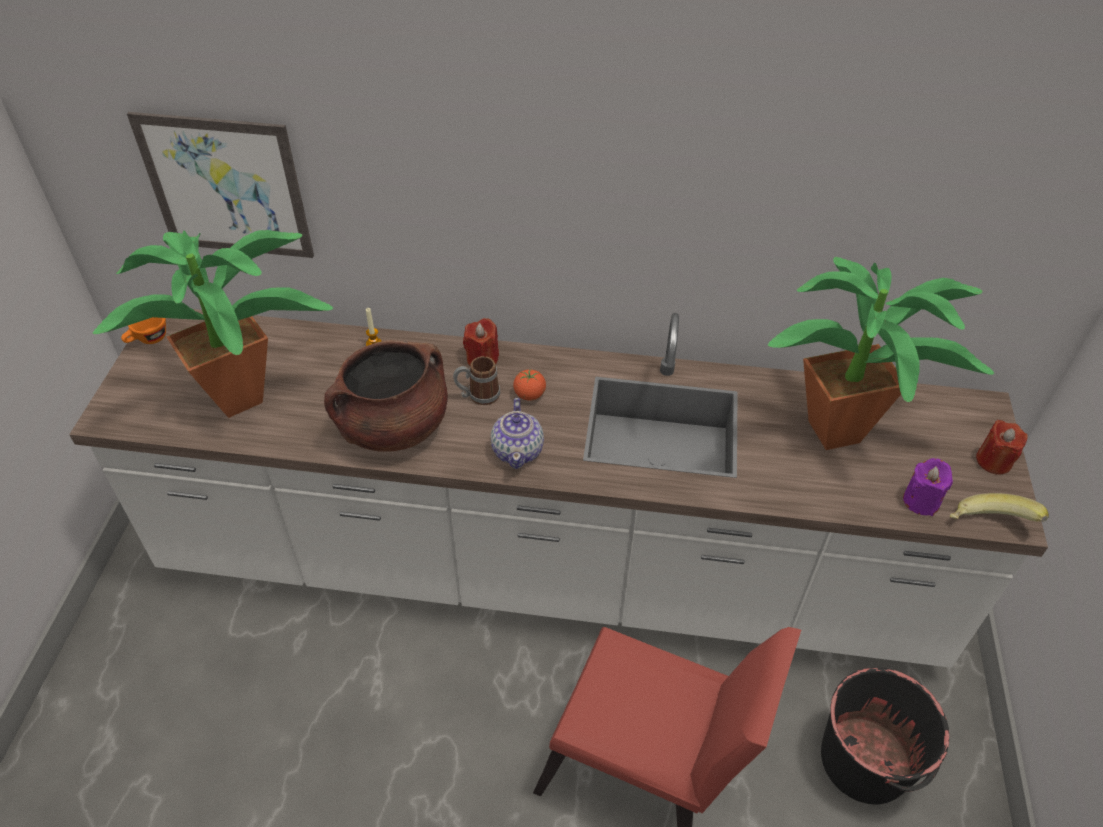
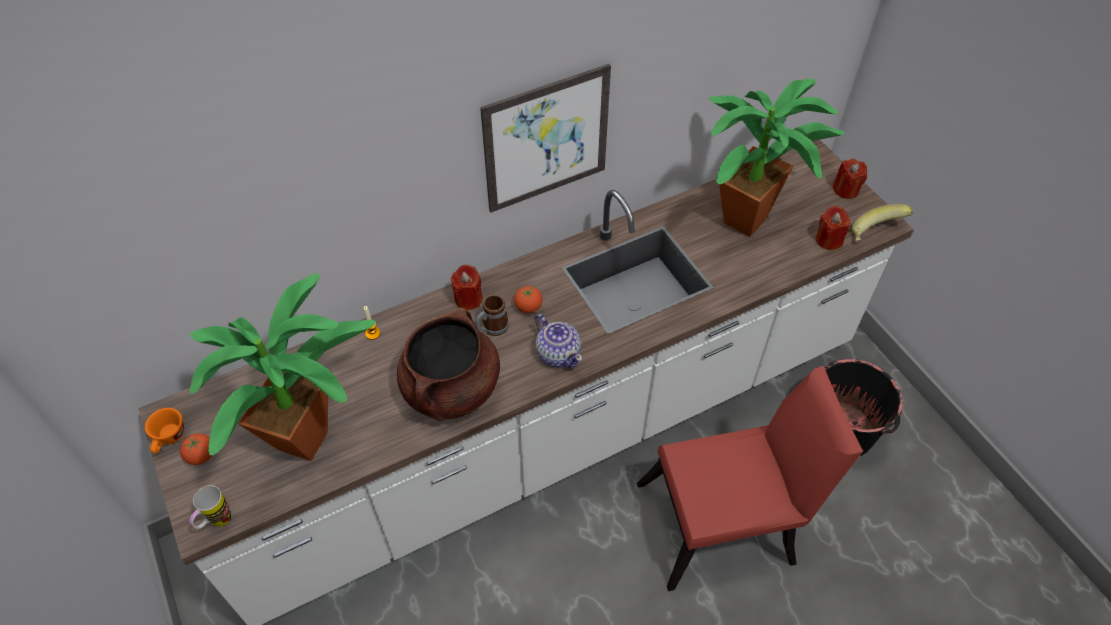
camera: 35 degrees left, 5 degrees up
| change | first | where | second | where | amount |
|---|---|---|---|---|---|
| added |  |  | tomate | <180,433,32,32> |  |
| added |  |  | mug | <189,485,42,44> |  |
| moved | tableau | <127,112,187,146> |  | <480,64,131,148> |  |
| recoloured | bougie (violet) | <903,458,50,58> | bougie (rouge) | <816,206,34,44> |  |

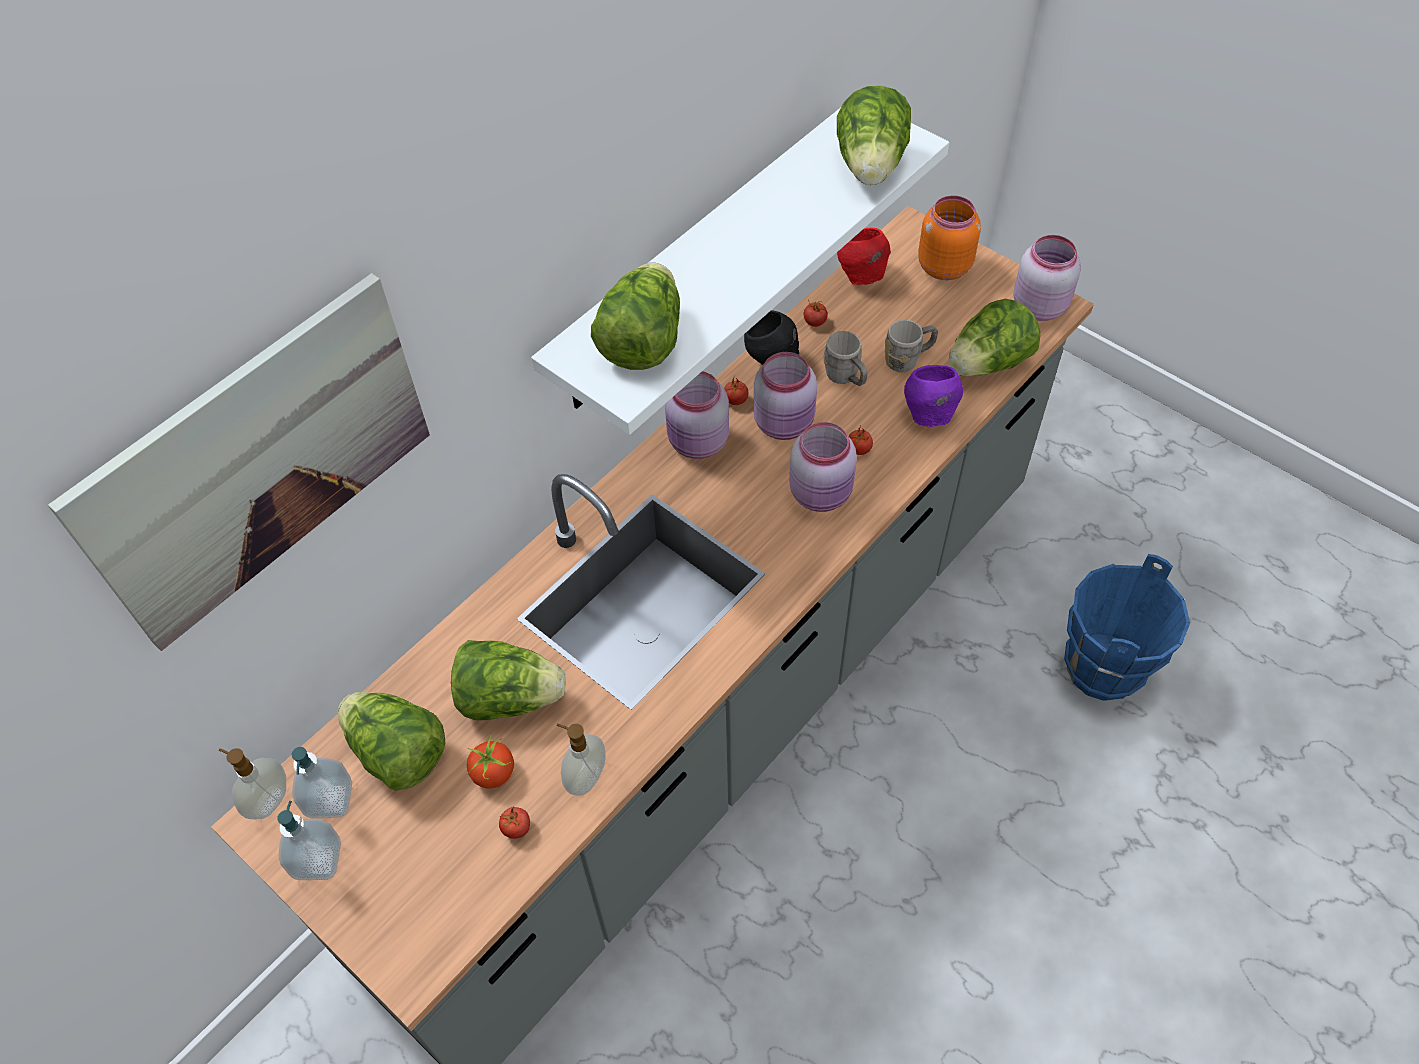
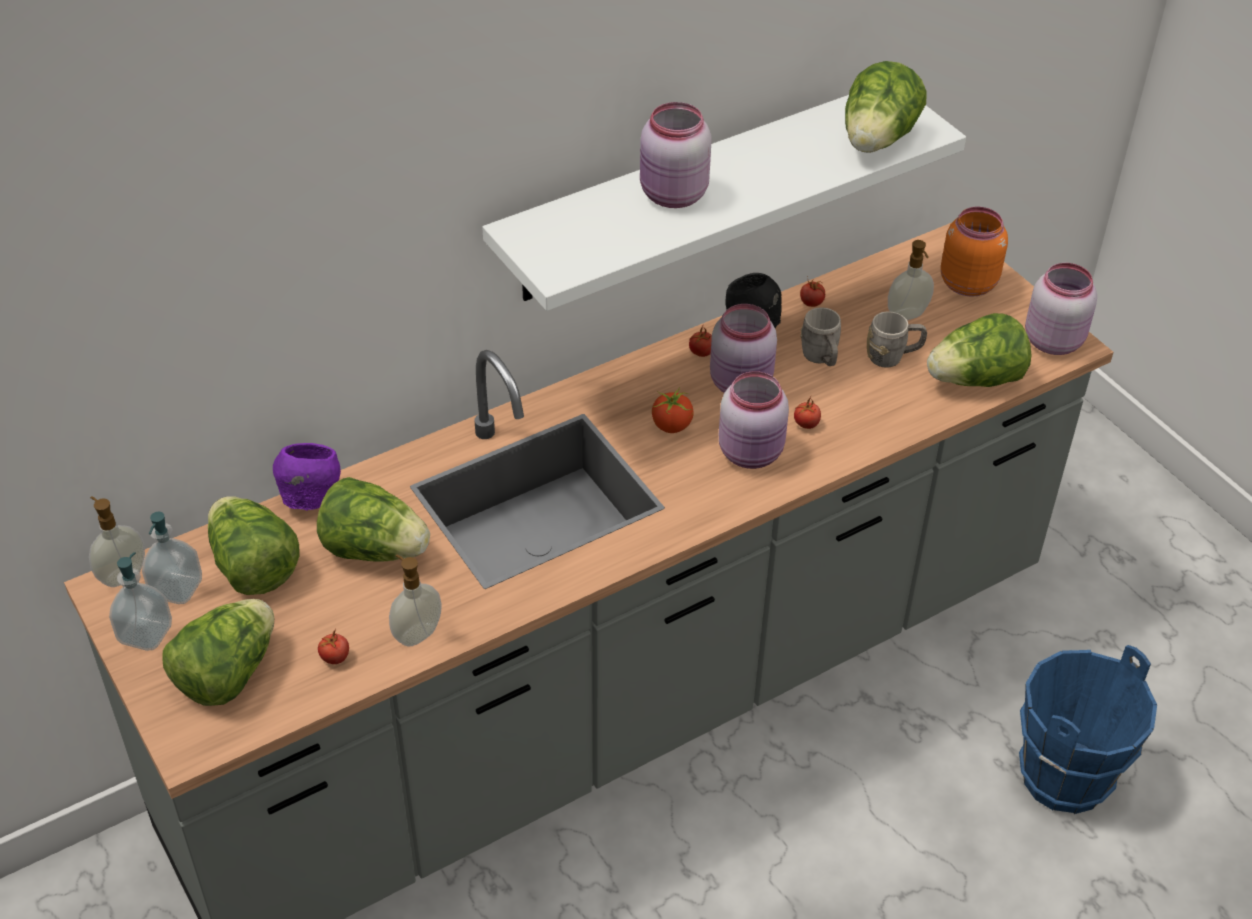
camera: 15 degrees right, 10 degrees down
| change | first | where | second | where | amount |
|---|---|---|---|---|---|
| moved | laitue | <591,263,89,107> |  | <163,599,111,107> |  |
| moved | bol (violet) | <904,365,59,62> |  | <273,443,68,68> |  |
| moved | bocal (rose) | <665,371,64,88> |  | <640,102,72,106> |  |
| moved | tomate | <467,735,47,54> |  | <652,387,42,46> |  |
| added |  |  | distributeur de savon | <888,240,46,80> |  |
| removed | tableau | <48,273,382,378> |  |  |  |
| removed | bol (rouge) | <837,228,54,57> |  |  |  |

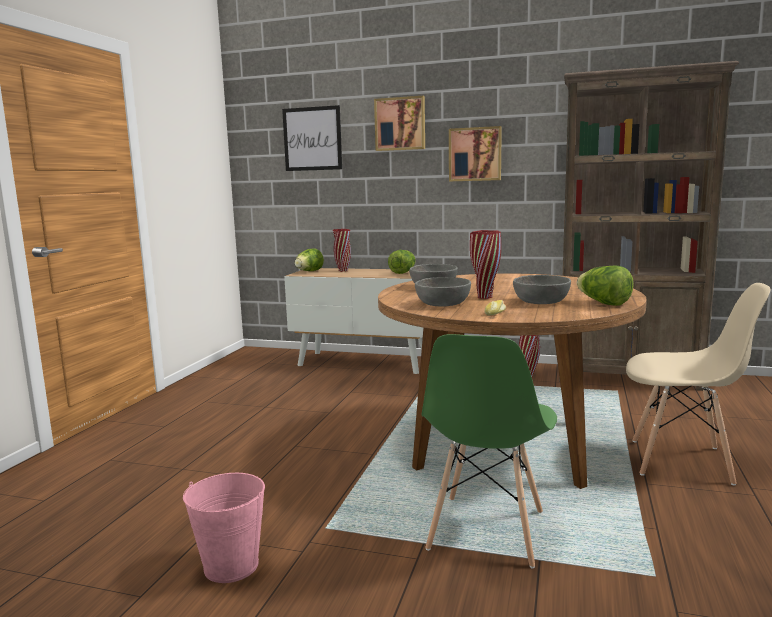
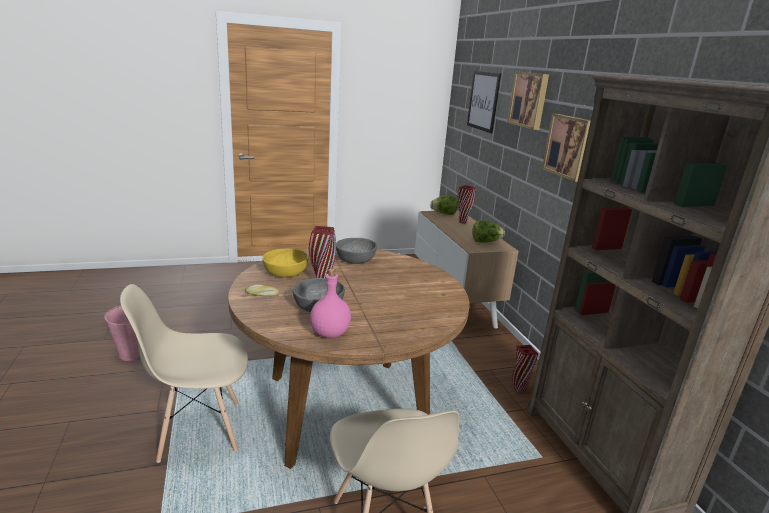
camera: 55 degrees right, 10 degrees up
| change | first | where | second | where | amount |
|---|---|---|---|---|---|
| recoloured | chaise (vert) | <422,334,135,234> | chaise (beige) | <120,284,128,179> |  |
| recoloured | bol (gris) | <415,277,56,29> | bol (jaune) | <262,249,47,29> |  |
| replaced | laitue | <577,265,57,41> | bouteille (rose) | <310,269,41,69> |  |

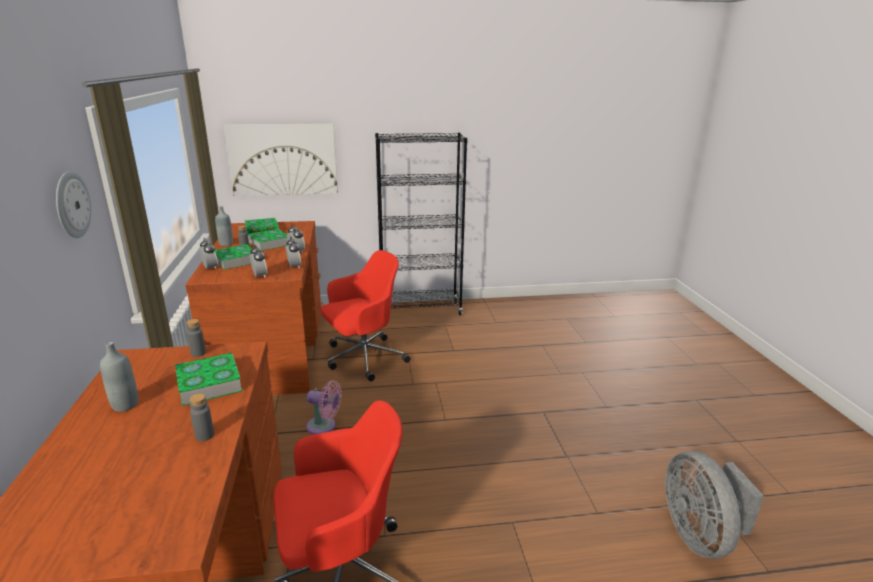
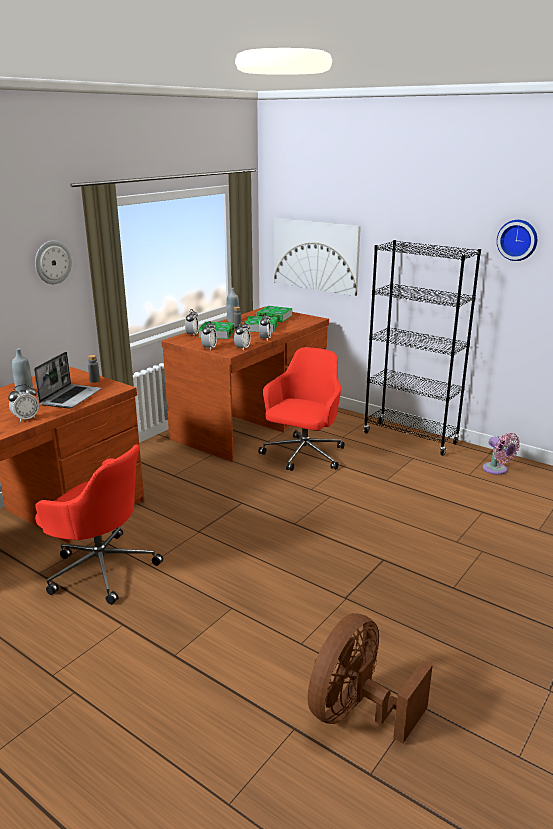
camera: 45 degrees right, 0 degrees up
| change | first | where | second | where | amount |
|---|---|---|---|---|---|
| replaced | bouteille (gris) | <189,393,25,48> | réveil | <8,384,31,38> |  |
| replaced | livre | <175,353,67,53> | ordinateur portable | <34,352,68,56> |  |
| turned | chaise de bureau (rouge) | <321,250,90,131> |  | <259,347,86,124> | 75 degrees counterclockwise |
| recoloured | ventilateur (gris) | <665,451,99,108> | ventilateur (marron) | <308,613,125,130> |  |
| moved | ventilateur (rose) | <306,380,36,55> |  | <483,433,37,42> |  |
| added |  |  | horloge murale | <497,220,40,41> |  |

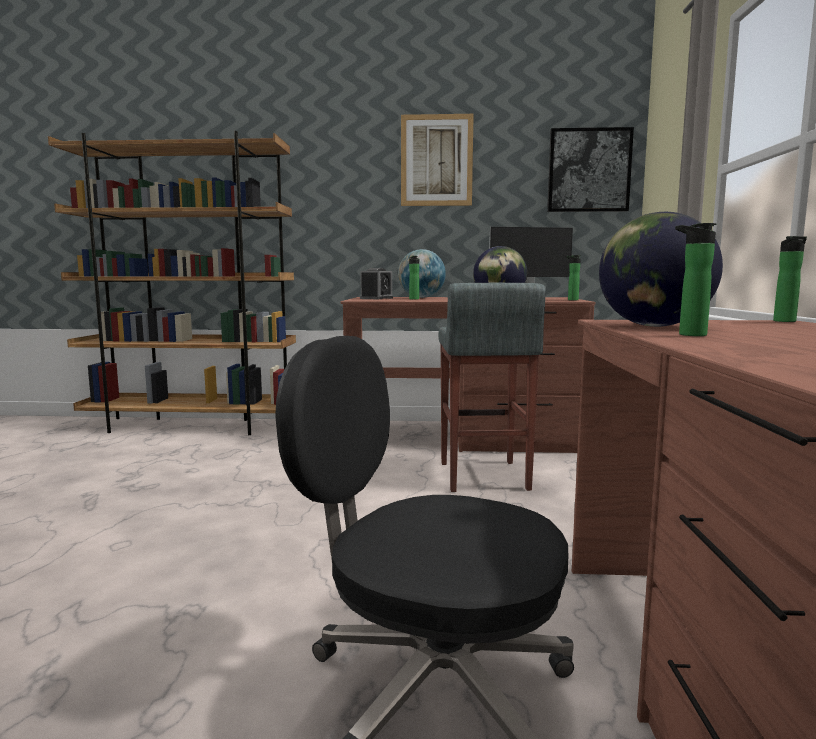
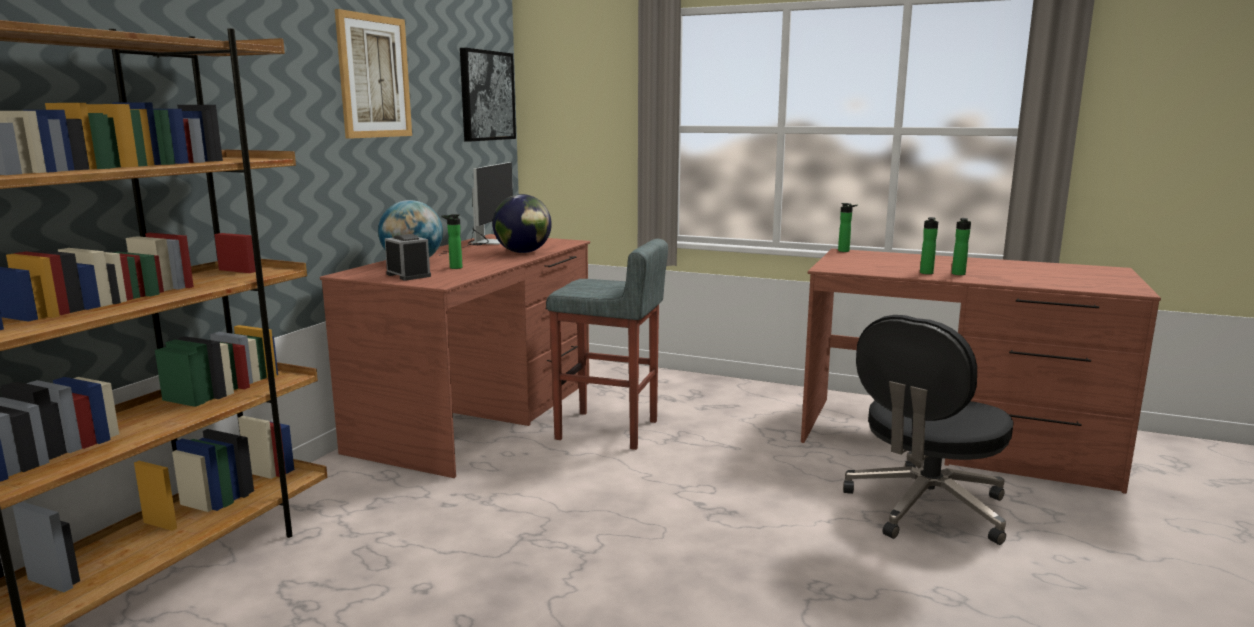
camera: 70 degrees left, 5 degrees up
| change | first | where | second | where | amount |
|---|---|---|---|---|---|
| moved | bouteille | <565,255,16,45> |  | <952,218,19,57> |  |
| removed | globe | <599,212,124,115> |  |  |  |

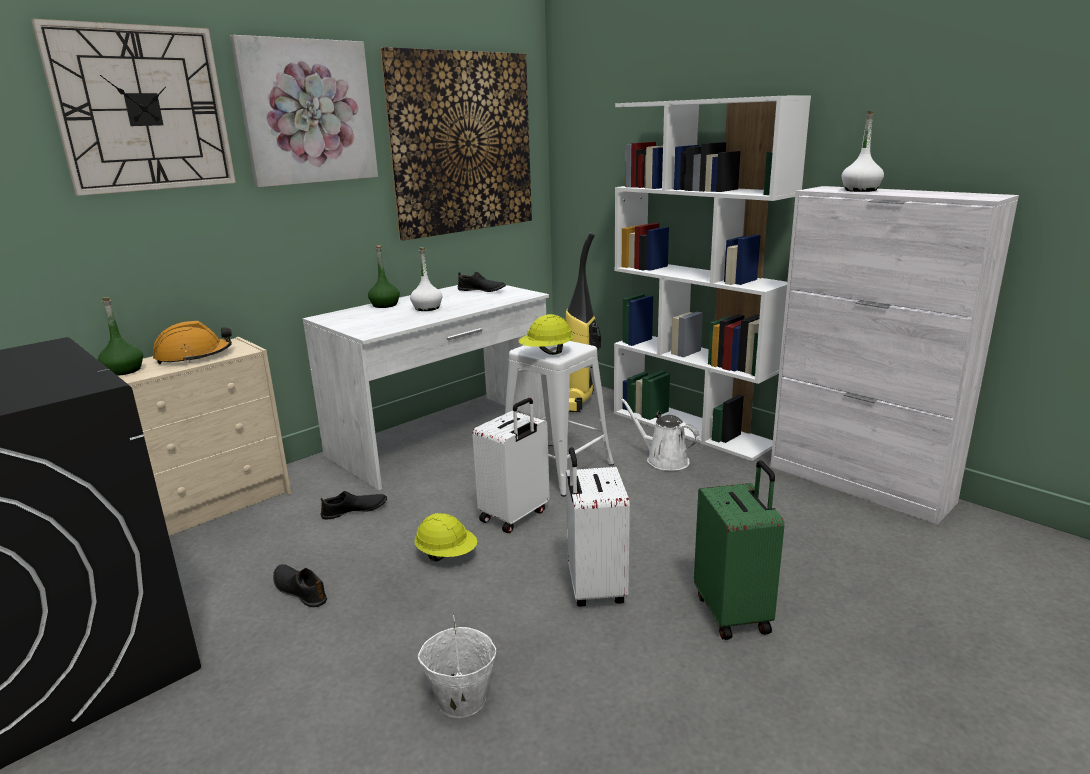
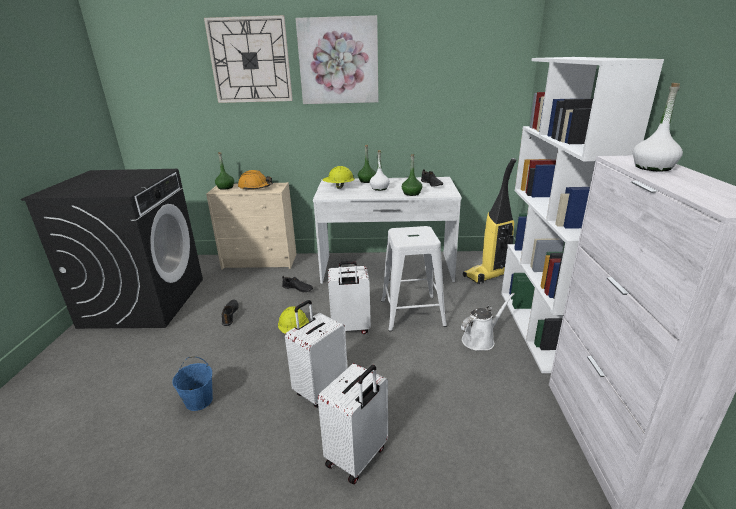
camera: 45 degrees right, 5 degrees up
| change | first | where | second | where | amount |
|---|---|---|---|---|---|
| recoloured | seau (blanc) | <418,613,78,105> | seau (bleu) | <172,357,41,54> |  |
| recoloured | valise (vert) | <694,460,90,180> | valise (blanc) | <318,363,70,121> |  |
| moved | casque de chantier (jaune) | <519,314,55,41> |  | <323,166,32,23> |  |
| added |  |  | bouteille (vert) | <402,154,20,42> |  |
| turned | arrosoir (blanc) | <620,398,79,73> |  | <461,293,53,58> | 60 degrees clockwise |
| removed | tableau | <380,47,152,194> |  |  |  |

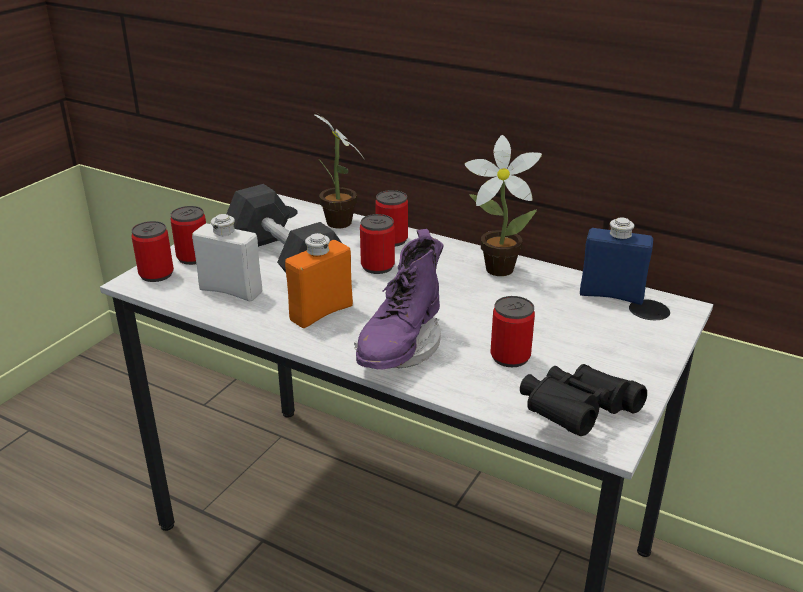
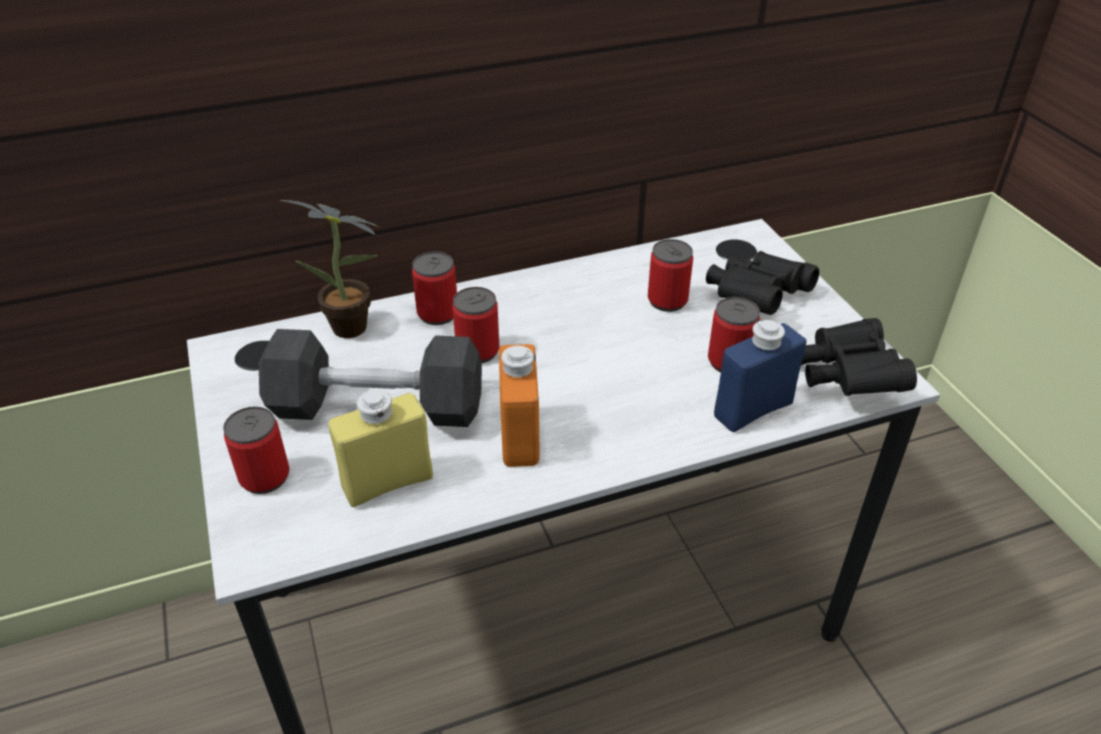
camera: 50 degrees left, 10 degrees up
| change | first | where | second | where | amount |
|---|---|---|---|---|---|
| recoloured | bouteille (blanc) | <192,214,70,87> | bouteille (jaune) | <328,390,105,117> |  |
| moved | boîte métallique | <131,221,43,61> |  | <648,239,45,73> |  |
| added |  |  | jumelles (noir) | <706,251,113,64> |  |
| moved | bouteille (bleu) | <580,218,73,87> |  | <714,320,93,112> |  |
| removed | botte (violet) | <354,229,90,141> |  |  |  |
| removed | plante en pot | <465,135,77,141> |  |  |  |

